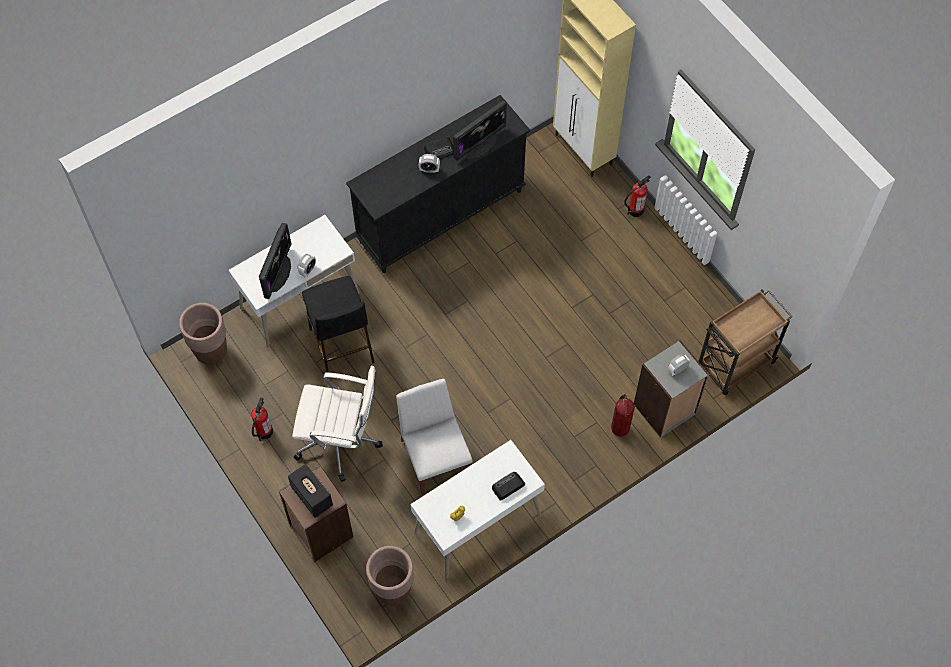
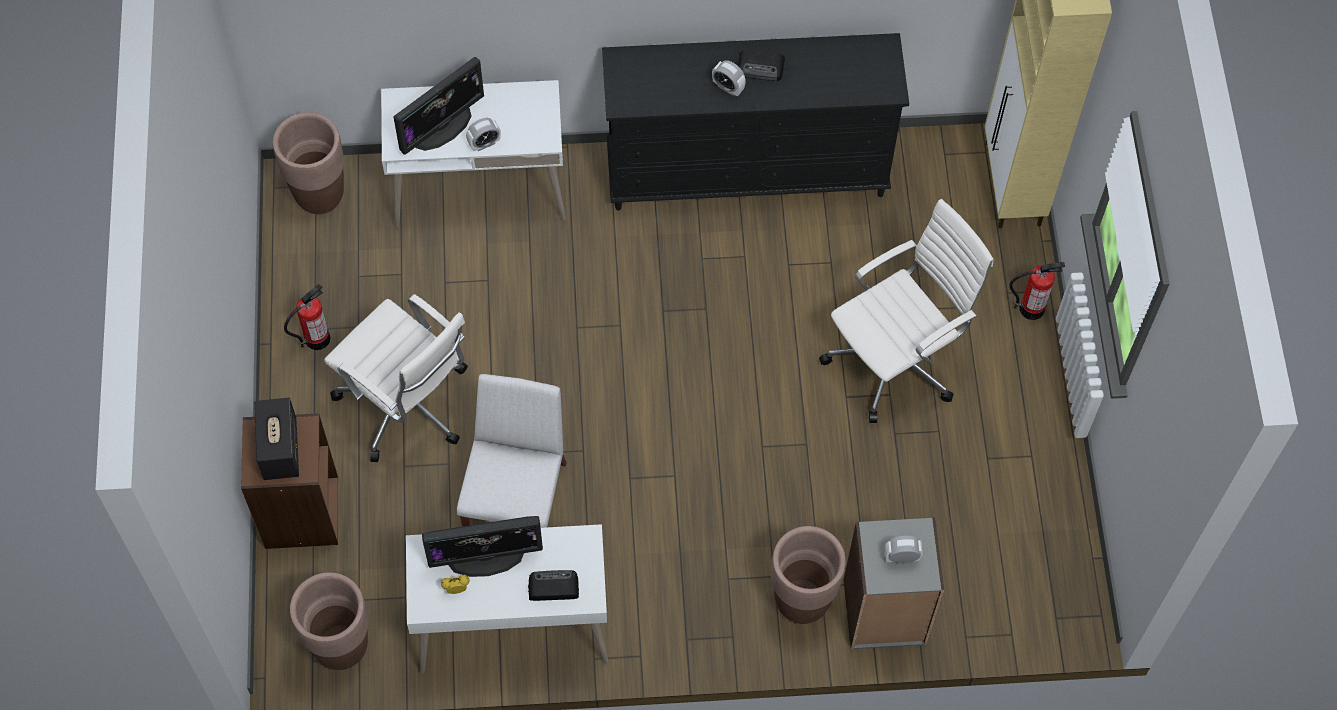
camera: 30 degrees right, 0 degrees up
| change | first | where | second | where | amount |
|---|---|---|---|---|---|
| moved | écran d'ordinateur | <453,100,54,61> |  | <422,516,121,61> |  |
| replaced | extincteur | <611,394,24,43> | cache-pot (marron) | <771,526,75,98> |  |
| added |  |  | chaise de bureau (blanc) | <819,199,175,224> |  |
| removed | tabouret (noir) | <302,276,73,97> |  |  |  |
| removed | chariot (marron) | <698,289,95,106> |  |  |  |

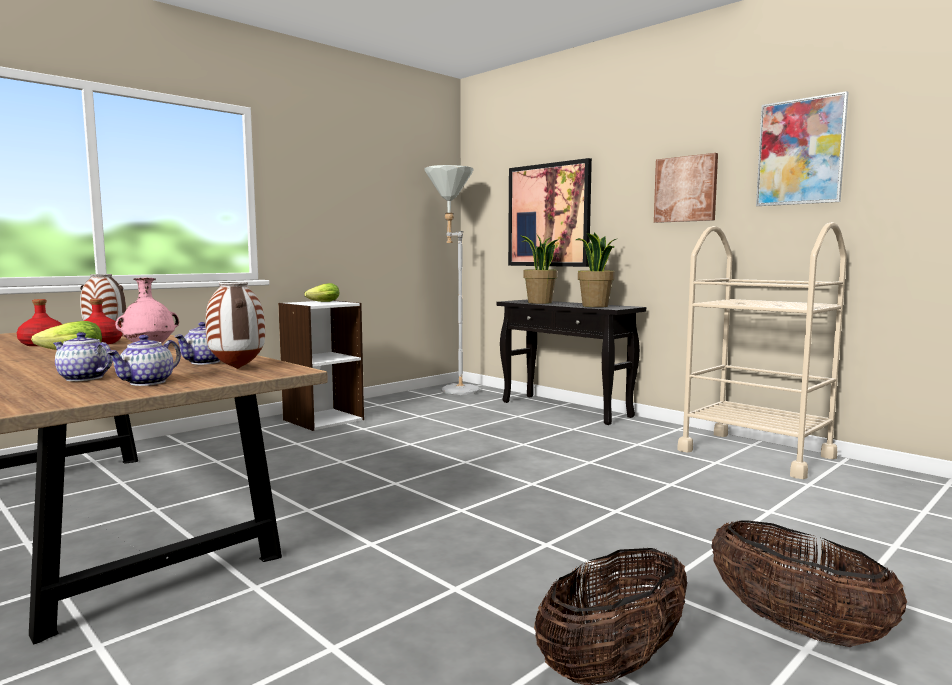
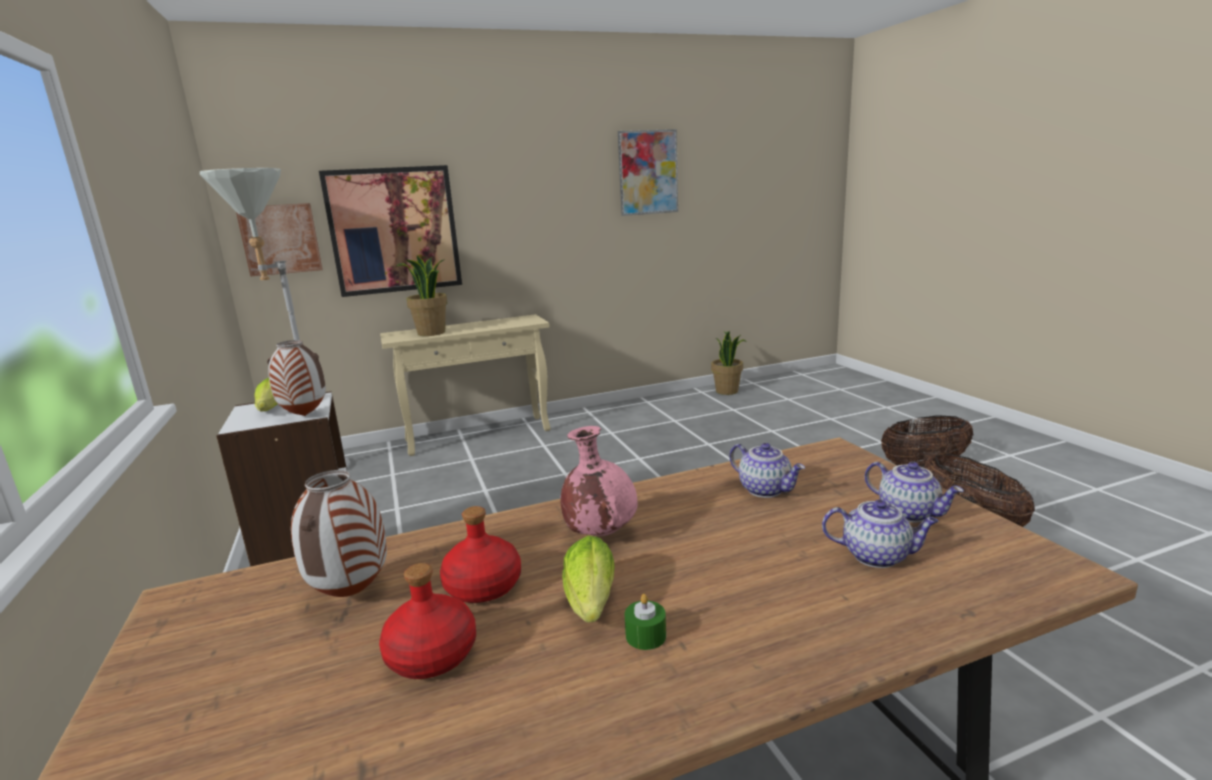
camera: 65 degrees left, 10 degrees up
| change | first | where | second | where | amount |
|---|---|---|---|---|---|
| moved | tableau | <654,153,64,70> |  | <236,203,87,73> |  |
| moved | vase | <205,282,60,87> |  | <267,340,59,76> |  |
| recoloured | table console (noir) | <496,299,150,126> | table console (beige) | <380,314,171,142> |  |
| added |  |  | bougie (vert) | <625,594,41,56> |  |
| moved | plante en pot | <576,232,40,75> |  | <711,331,36,64> |  |
| turned | théière | <53,332,60,49> |  | <822,499,116,69> | 120 degrees counterclockwise |
| removed | chariot (beige) | <677,222,170,257> |  |  |  |

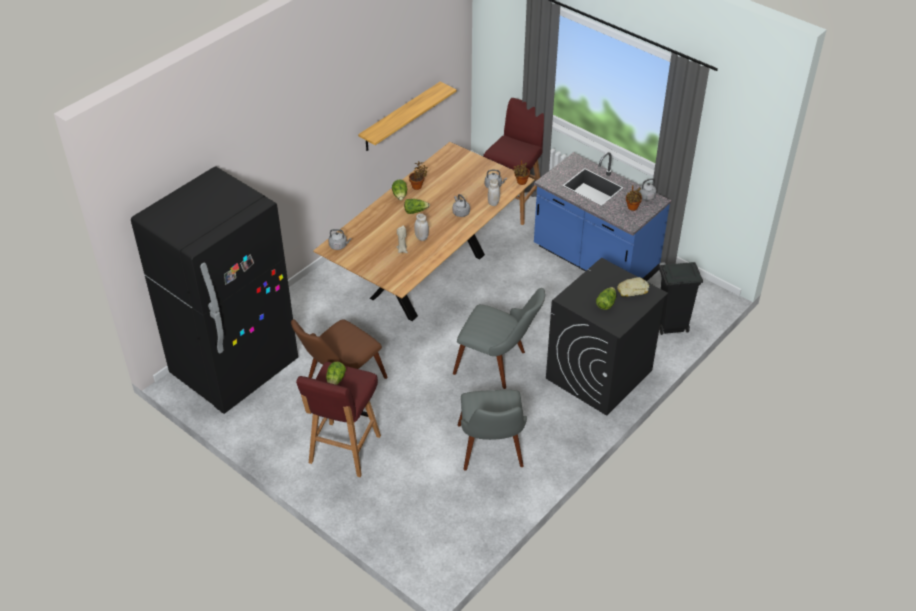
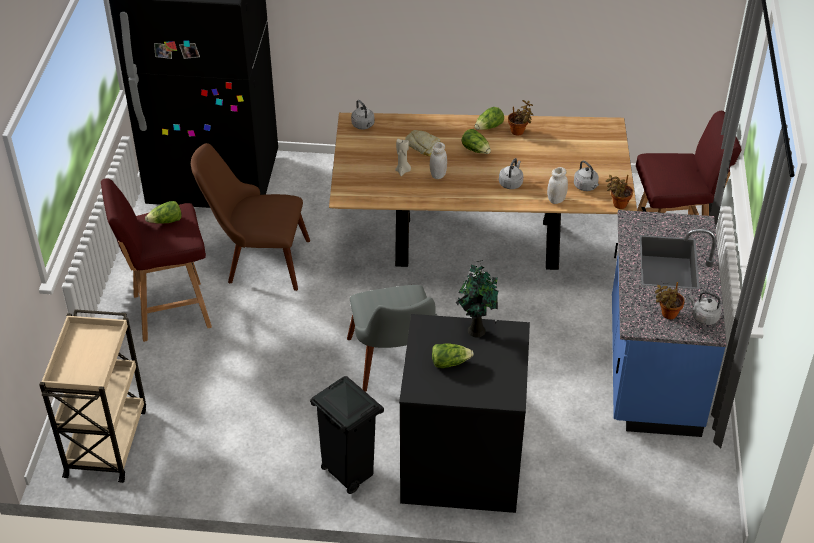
camera: 55 degrees right, 0 degrees up
| change | first | where | second | where | amount |
|---|---|---|---|---|---|
| added |  |  | chariot (beige) | <39,309,107,174> |  |
| moved | poubelle (noir) | <658,262,45,73> |  | <310,376,74,118> |  |
| moved | pain | <617,277,32,19> |  | <405,130,36,26> |  |
| added |  |  | plante en pot | <456,260,42,77> |  |
| removed | étagère | <358,82,99,69> |  |  |  |
| removed | chaise (gris) | <458,390,69,81> |  |  |  |

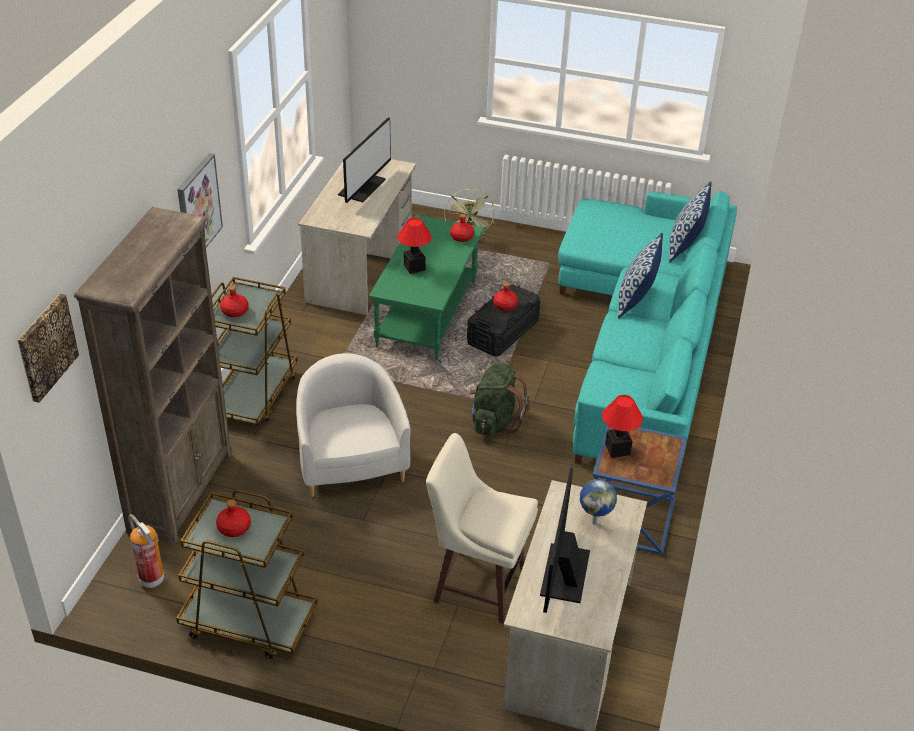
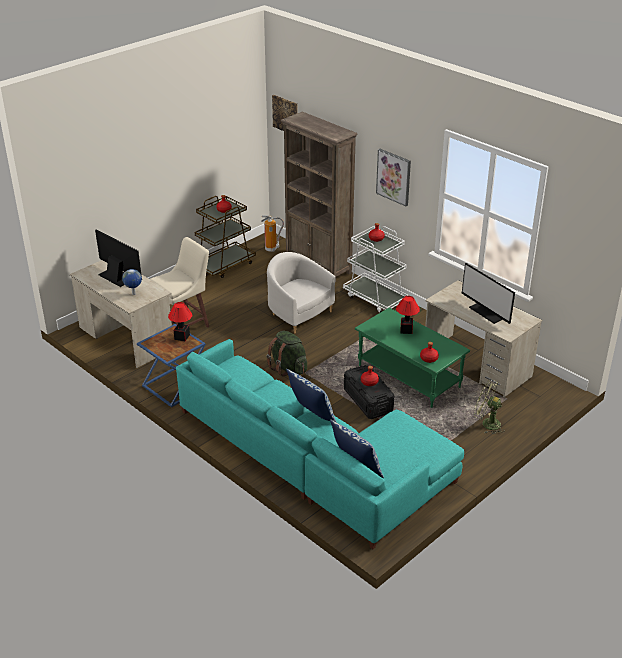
camera: 120 degrees right, 5 degrees down
| change | first | where | second | where | amount |
|---|---|---|---|---|---|
| turned | fauteuil (blanc) | <296,353,115,144> |  | <267,252,68,81> | 150 degrees counterclockwise |
| recoloured | chariot (marron) | <212,277,86,148> | chariot (blanc) | <343,226,66,87> |  |

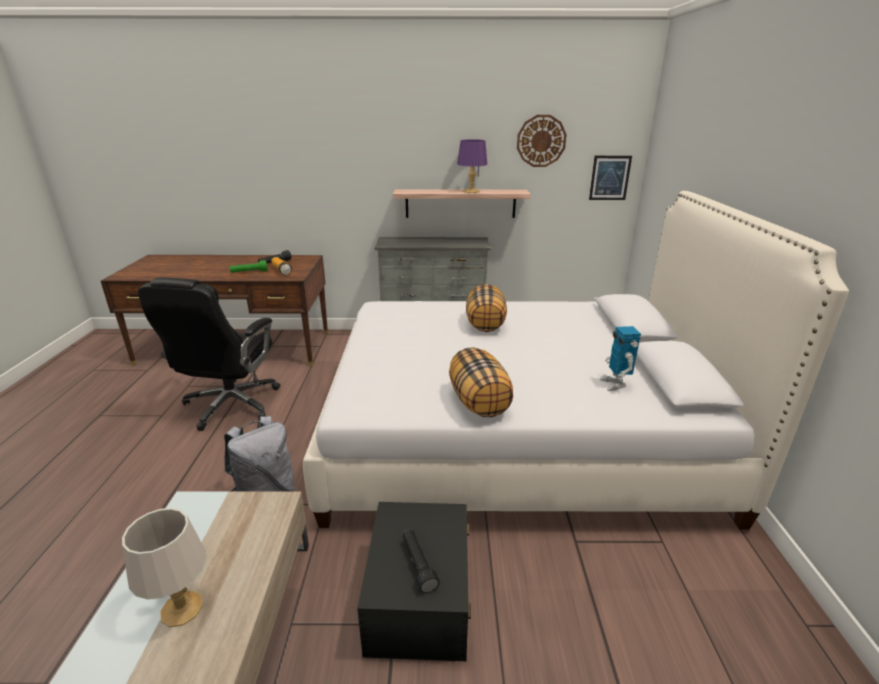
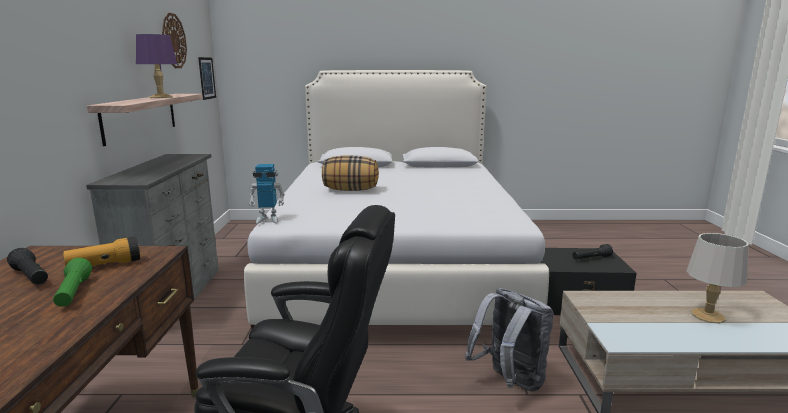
camera: 90 degrees left, 10 degrees down
| change | first | where | second | where | amount |
|---|---|---|---|---|---|
| moved | robot jouet | <599,326,42,65> |  | <249,164,36,60> |  |
| removed | coussin | <449,347,64,70> |  |  |  |

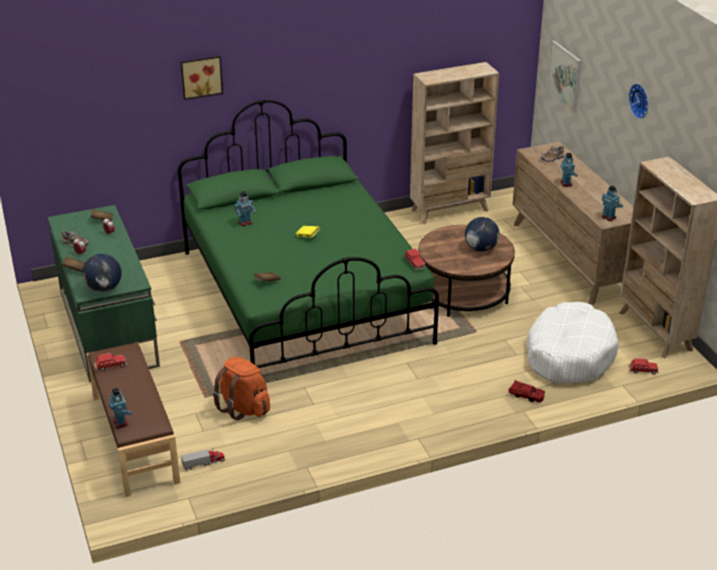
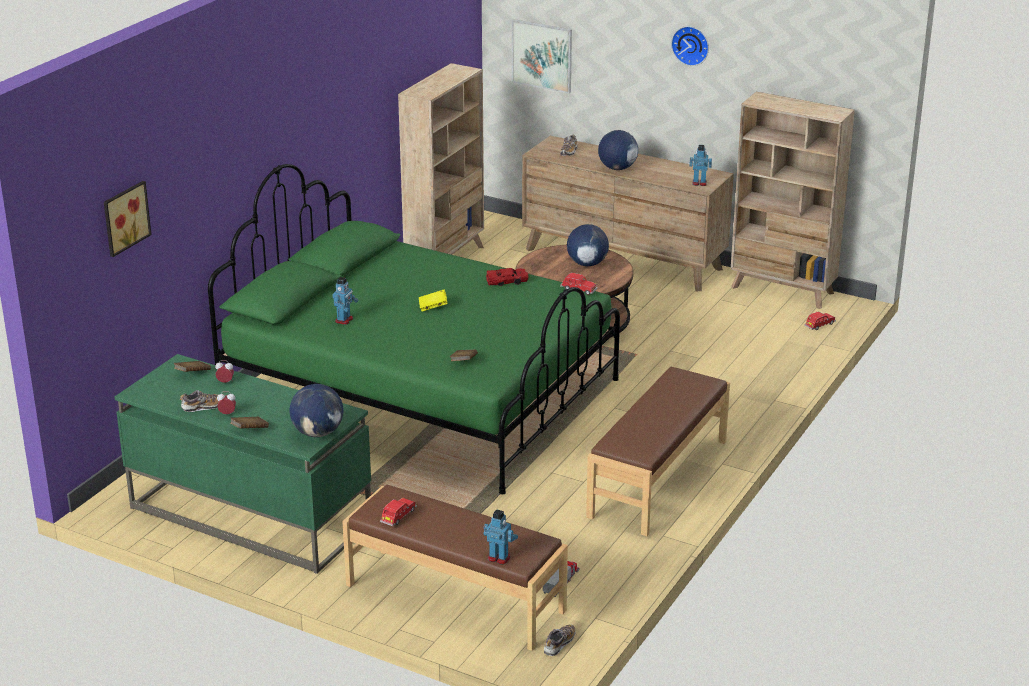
camera: 40 degrees left, 5 degrees down
| change | first | where | second | where | amount |
|---|---|---|---|---|---|
| moved | tableau | <181,56,42,44> |  | <104,181,48,76> |  |
| moved | petite voiture (rouge) | <508,380,37,22> |  | <486,268,43,18> |  |
| added |  |  | chaussure | <544,624,32,32> |  |
| added |  |  | banc (marron) | <586,367,144,169> |  |
| replaced | robot jouet | <560,153,18,34> | globe | <598,130,40,40> |  |
| removed | sac à dos (orange) | <213,357,57,63> |  |  |  |
| removed | panier pour chien (blanc) | <527,302,92,82> |  |  |  |

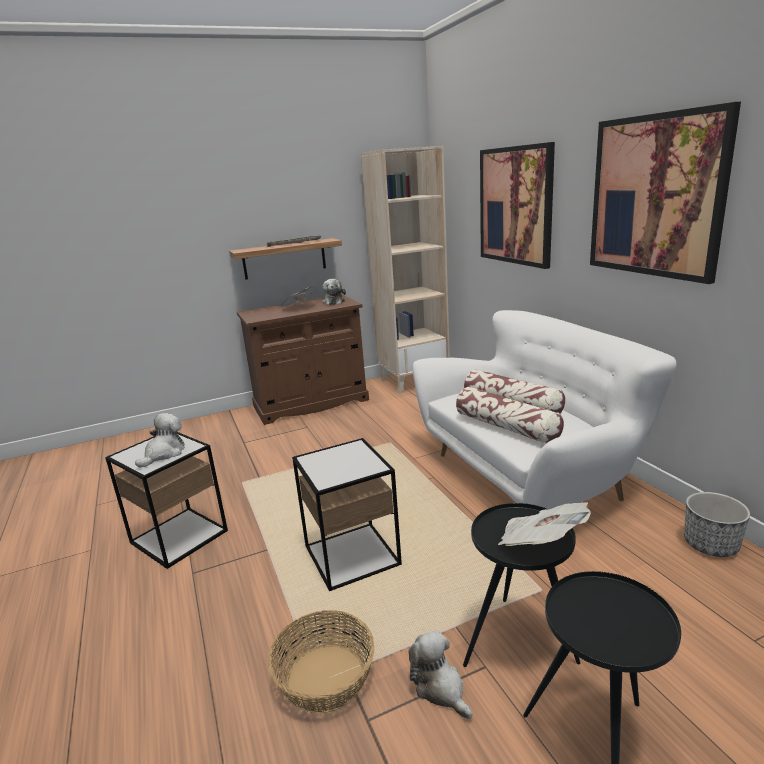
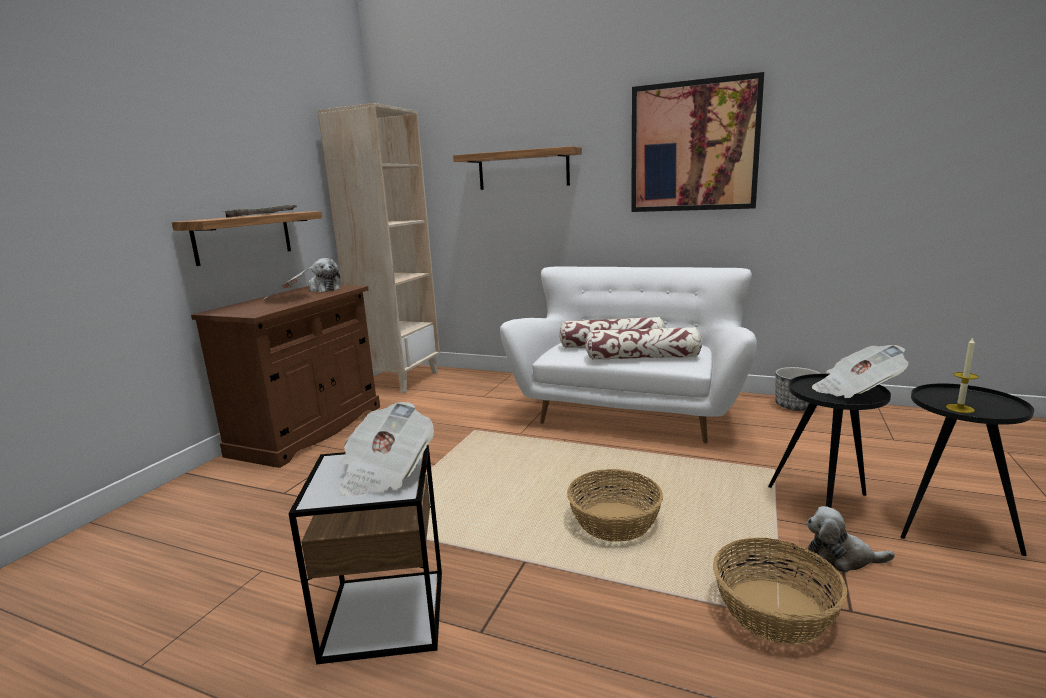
camera: 45 degrees left, 5 degrees down
| change | first | where | second | where | amount |
|---|---|---|---|---|---|
| replaced | peluche | <135,413,50,55> | journal | <339,402,95,94> |  |
| replaced | tableau | <480,142,75,127> | étagère | <453,146,129,44> |  |
| replaced | table d'appoint | <292,438,110,153> | panier | <567,469,96,73> |  |
| added |  |  | bougie | <946,338,32,75> |  |

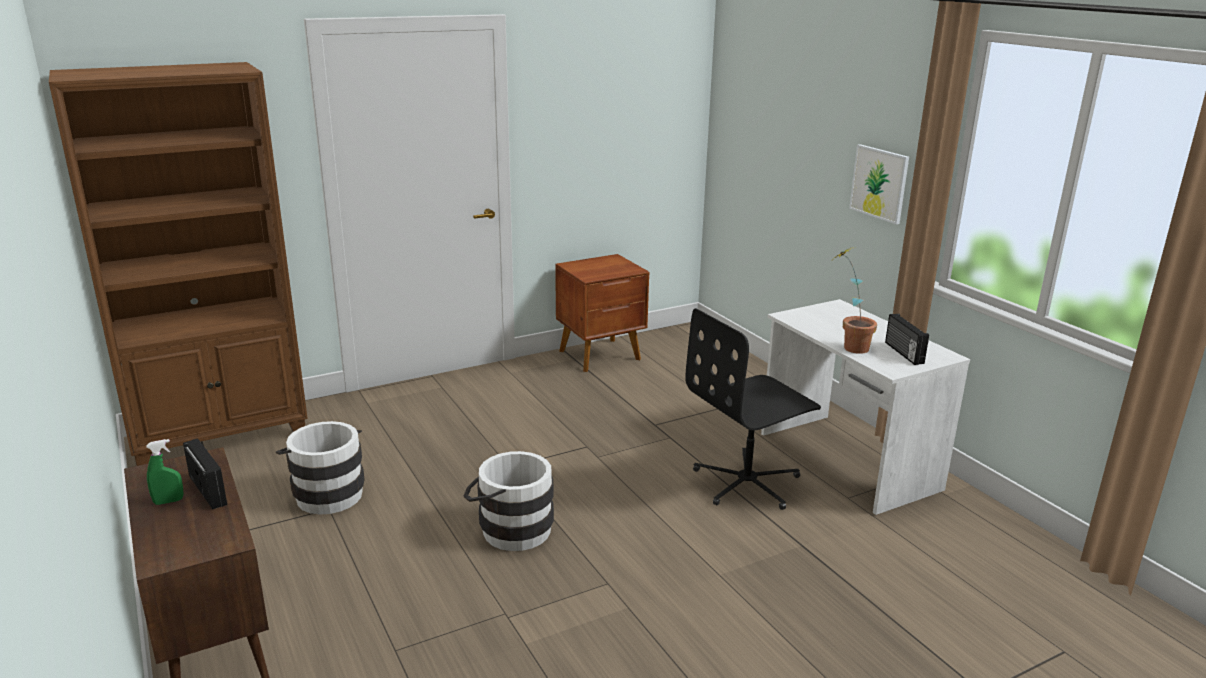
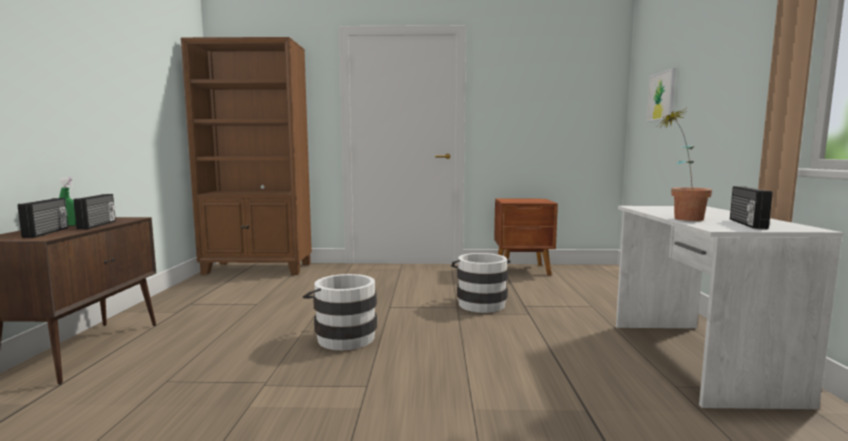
camera: 30 degrees right, 15 degrees down
| change | first | where | second | where | amount |
|---|---|---|---|---|---|
| added |  |  | radio | <18,198,50,40> |  |
| moved | seau (blanc) | <276,421,89,93> |  | <452,253,59,60> |  |
| moved | tableau | <849,144,60,80> |  | <646,68,30,54> |  |
| removed | chaise de bureau (noir) | <685,308,136,202> |  |  |  |

